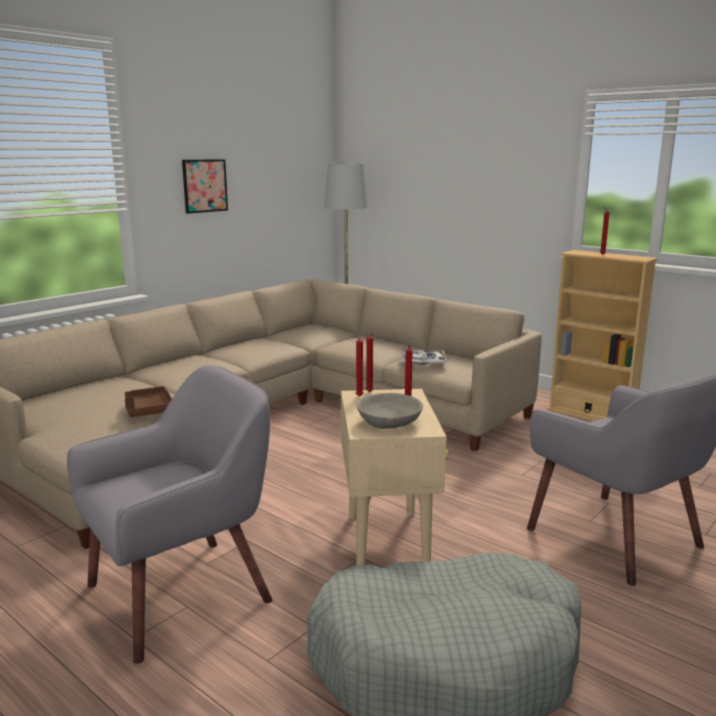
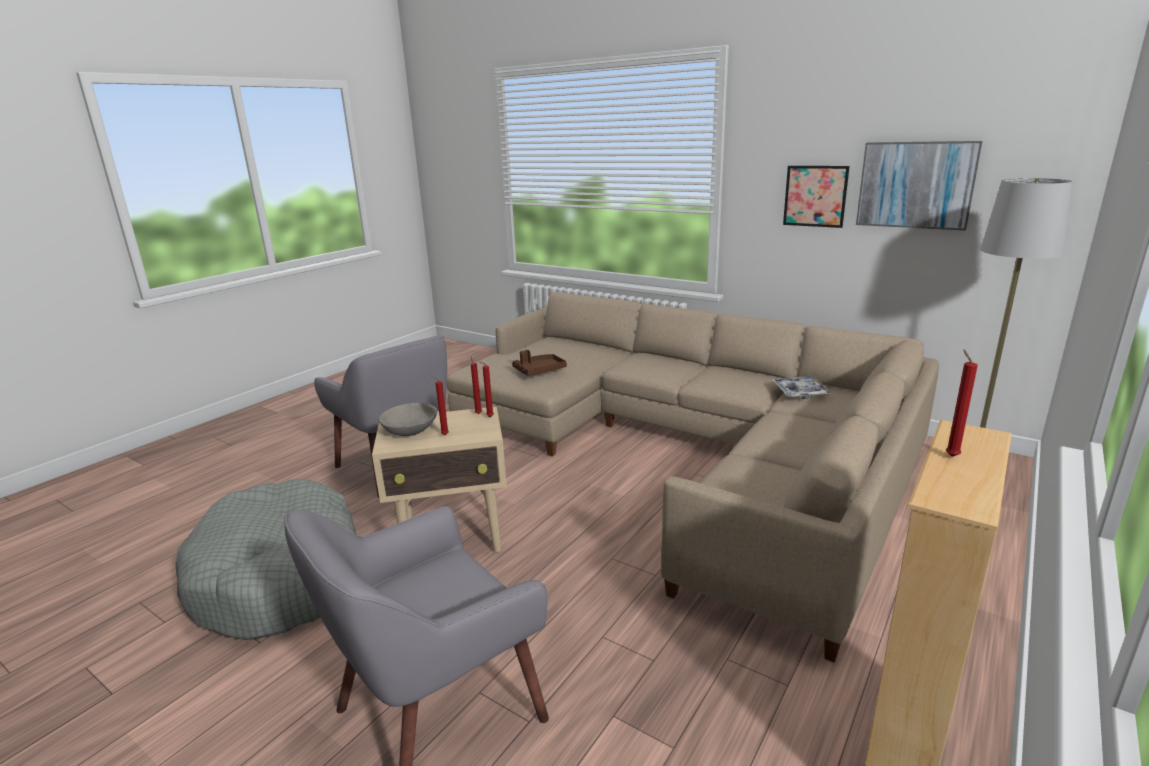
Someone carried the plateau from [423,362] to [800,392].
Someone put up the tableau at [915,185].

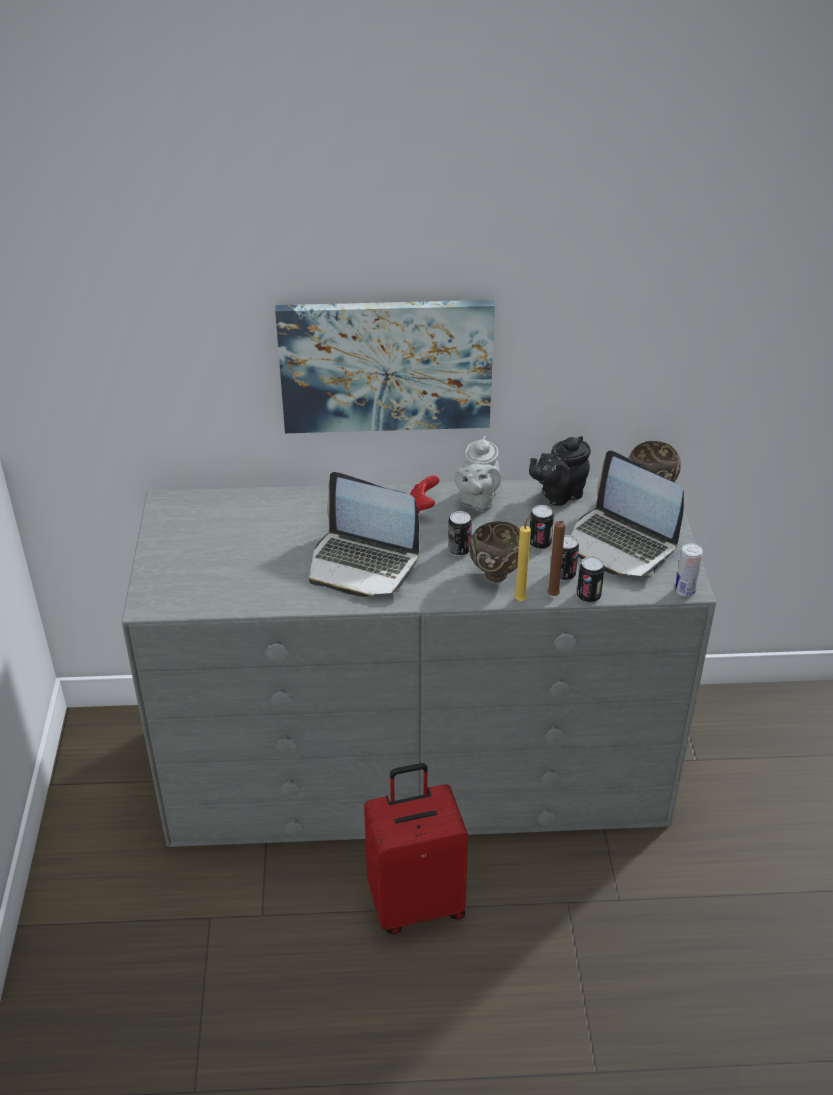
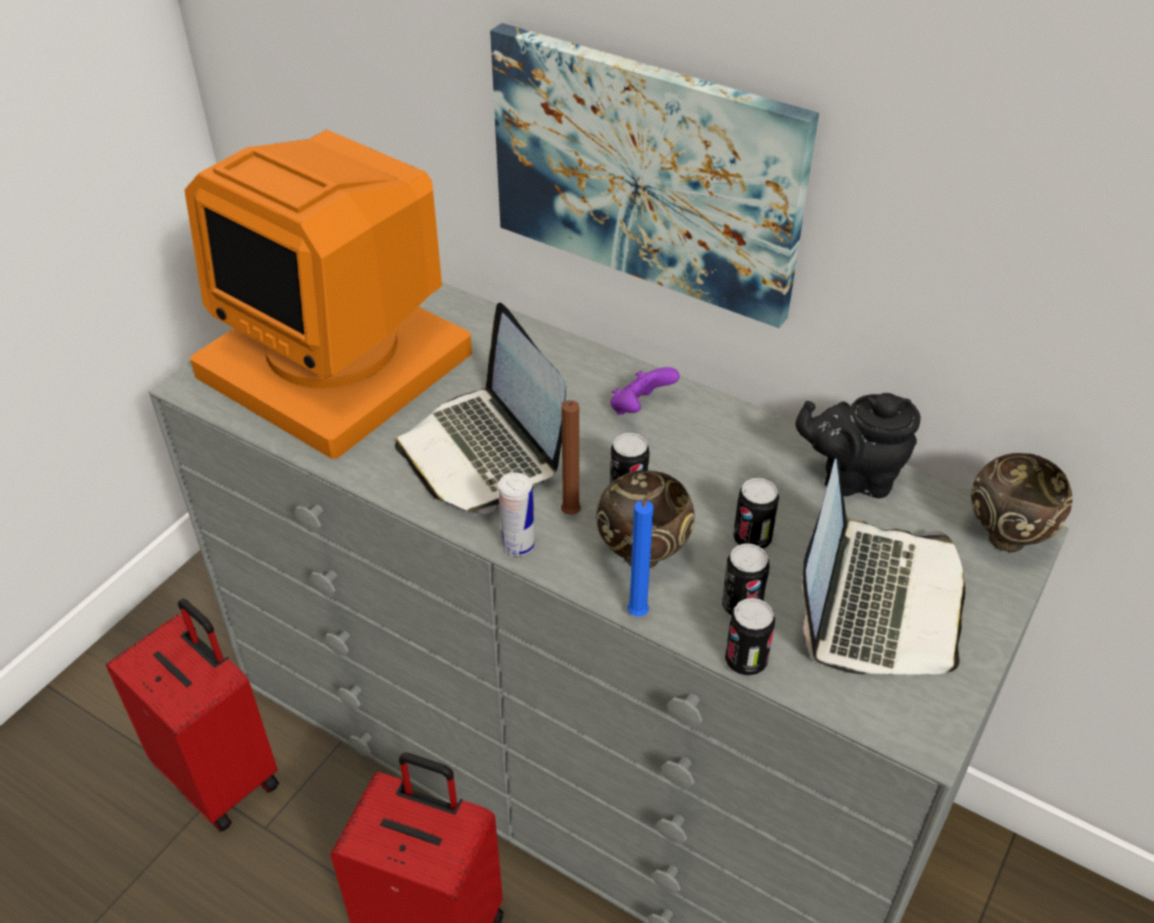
Someone put down the valise (rouge) at [221,775].
Someone put down the écran d'ordinateur at [340,361].
Someone carried the boîte métallique from [684,591] to [518,545].
Someone carried the bougie (marron) from [553,597] to [569,515].
Someone repainted the manette (rouge) at [422,507], which became the manette (violet) at [640,408].
Someone repainted the bougie (jaune) at [521,599], which became the bougie (bleu) at [641,612].
Someone rotated the ordinateur portable at [620,544] by 150 degrees counterclockwise.
Someone took away the théière (gris) at [477,501].

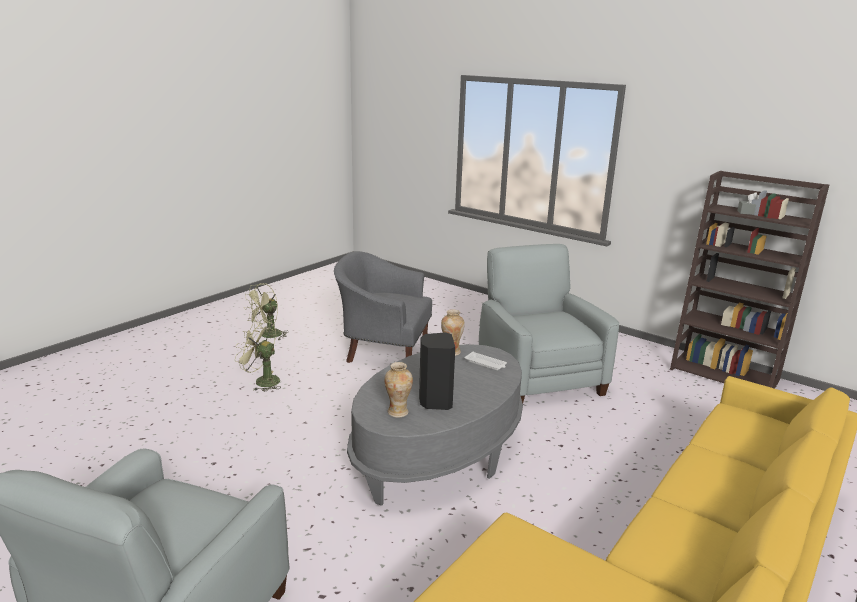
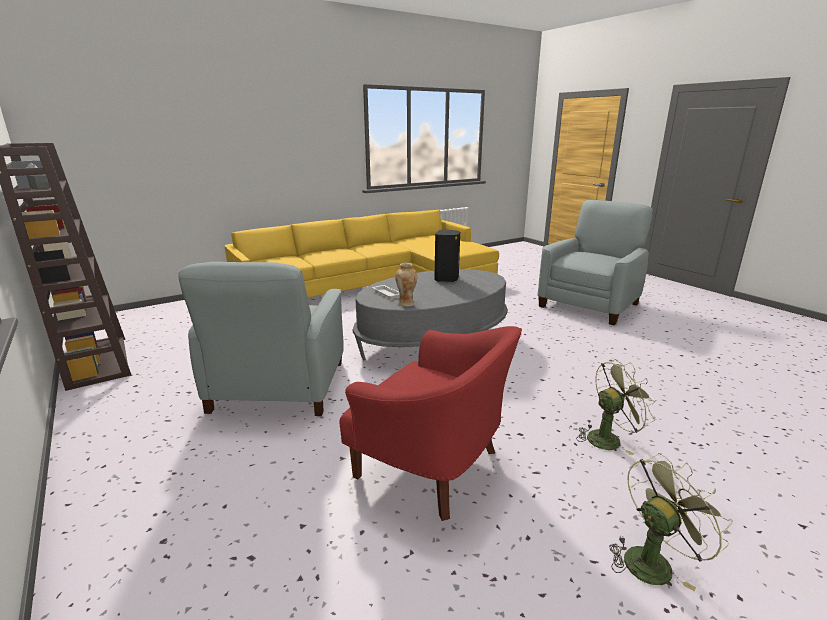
Someone repainted the fauteuil (gris) at [383,350], which became the fauteuil (rouge) at [433,467].
Someone rotated the ventilateur (vert) at [262,381] by 60 degrees counterclockwise.
Someone took away the vase at [398,412].

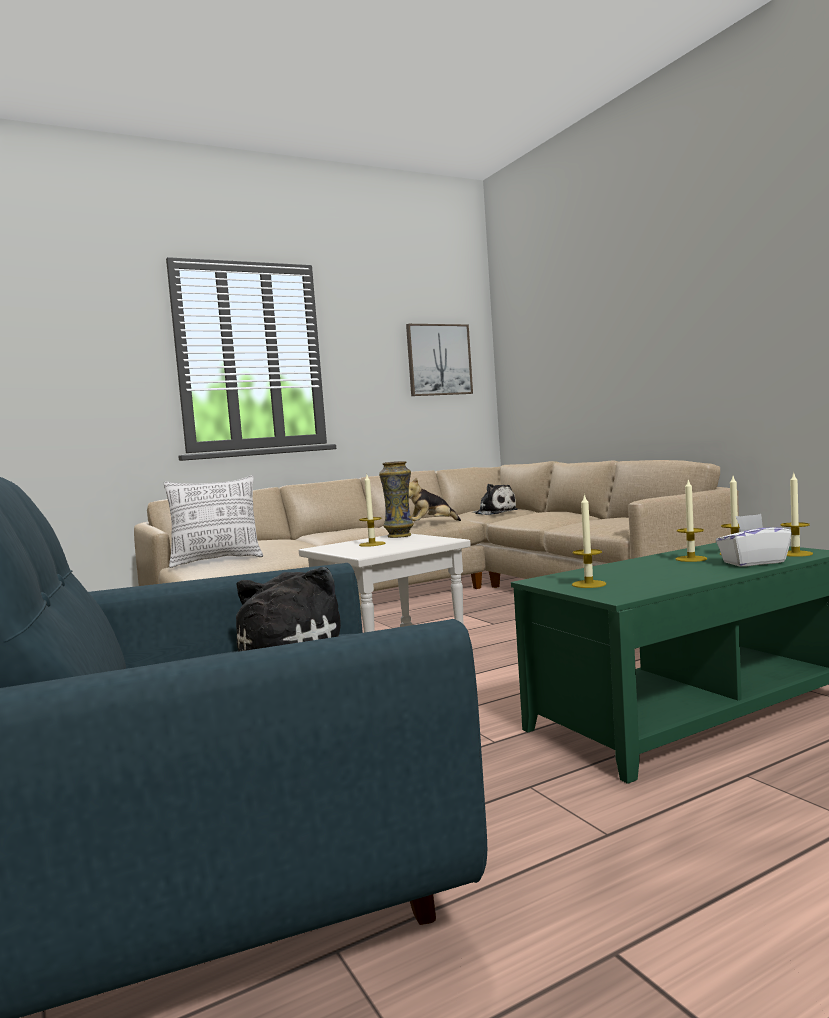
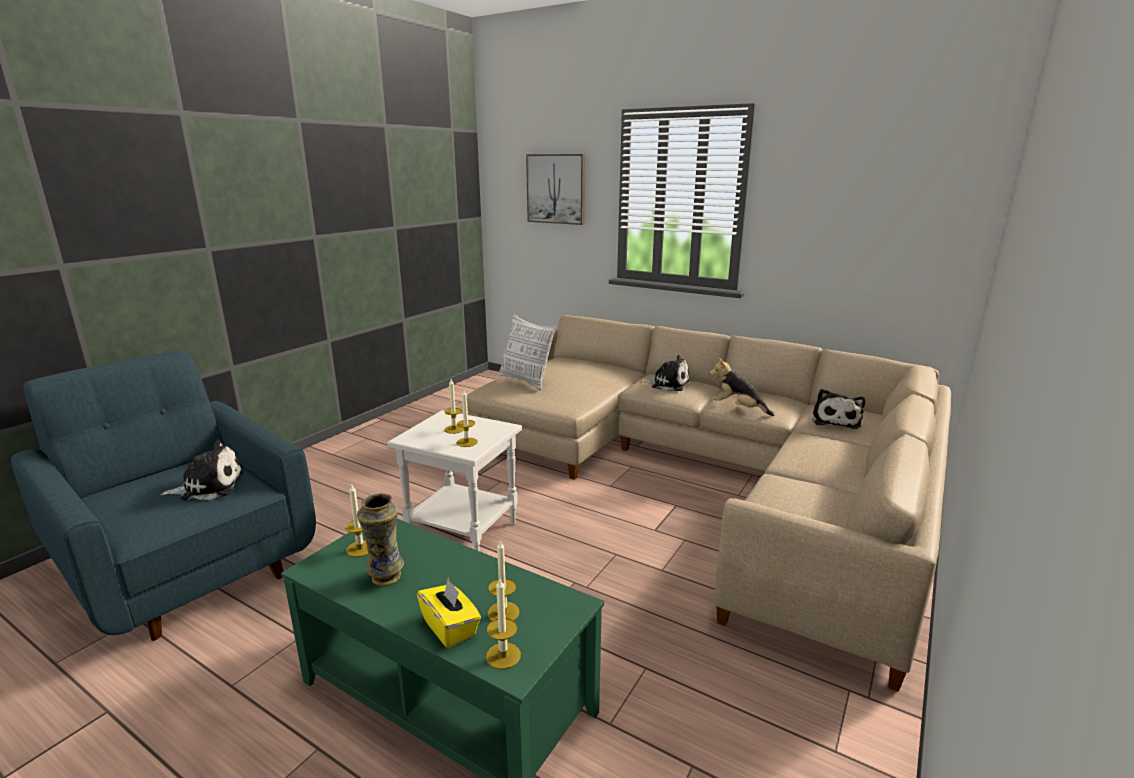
Someone carried the vase from [399,536] to [385,577].
Someone repainted the boîte à mouchoirs (blanc) at [753,562], which became the boîte à mouchoirs (jaune) at [450,628].
Someone carried the bougie from [691,559] to [467,442].
Someone carried the tableau from [439,360] to [556,189].
Someone put down the peluche at [667,384].

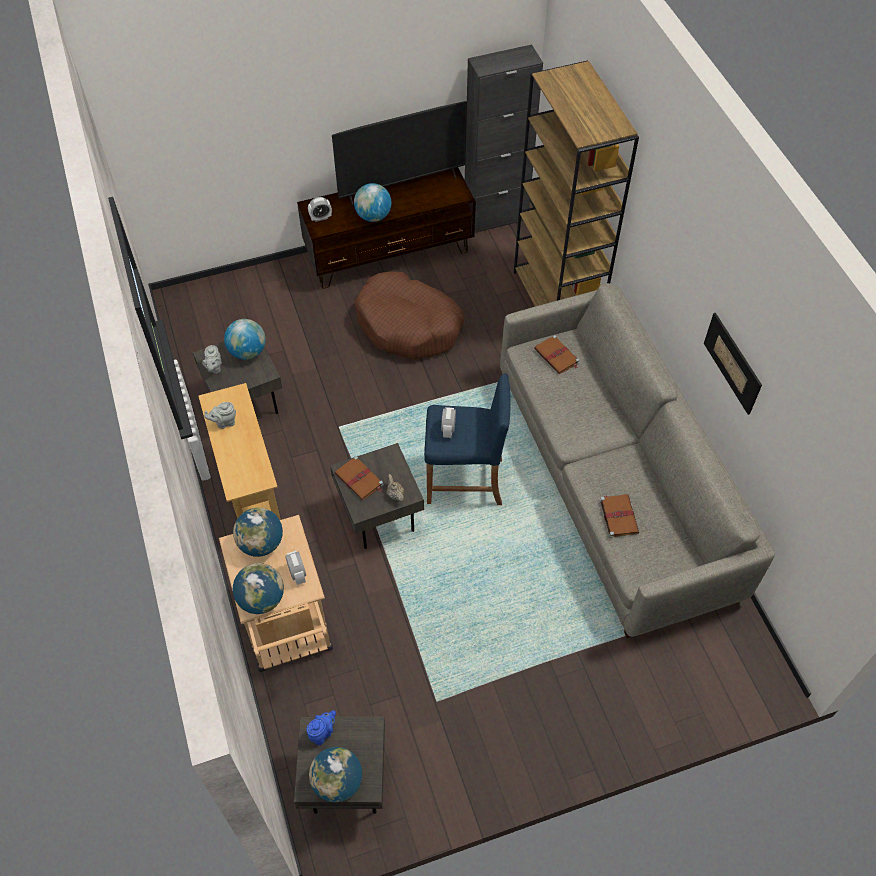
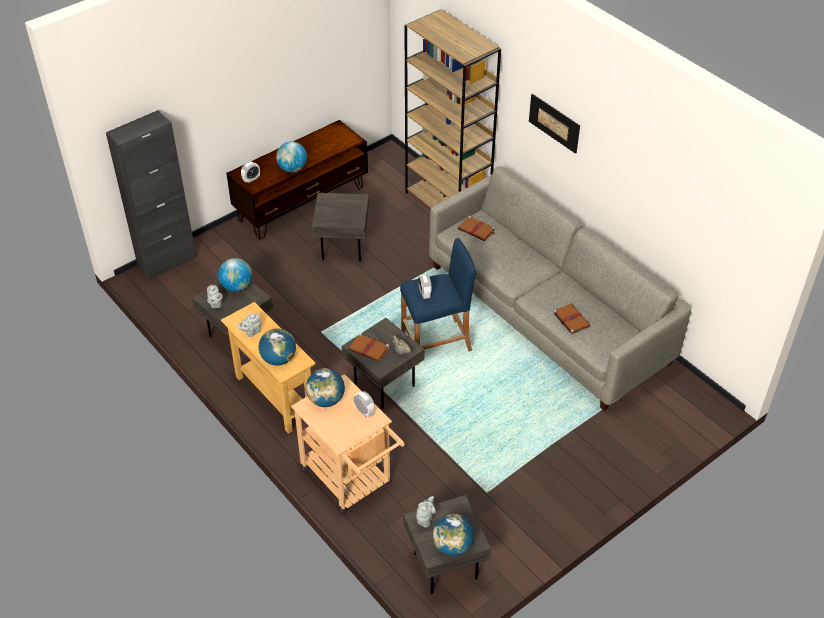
Someone carried the meuble de rangement (noir) from [495,218] to [167,262].
Someone carried the globe from [261,599] to [278,359].
Someone swapped the panier pour chien (marron) at [408,325] for the table d'appoint (gris) at [341,248].
Someone repainted the théière (bleu) at [322,732], which became the théière (gris) at [425,518].
Someone carried the tableau from [732,363] to [554,123].
Someone took away the téléviseur at [402,186].

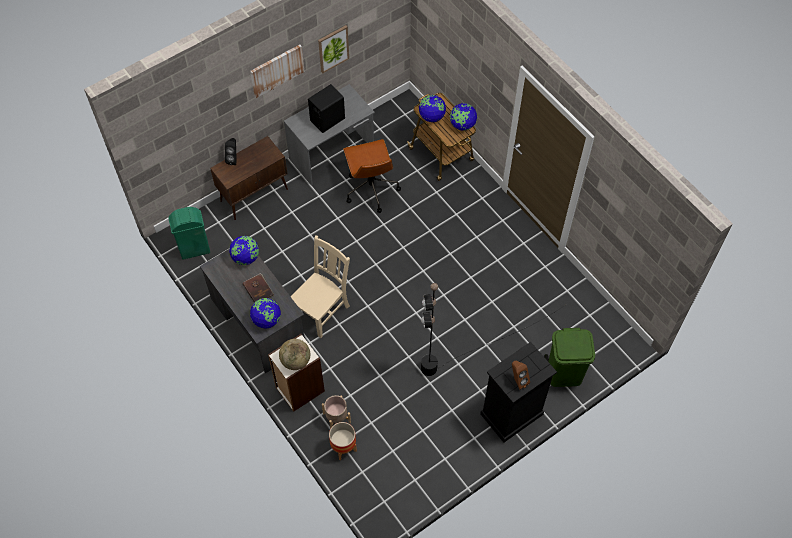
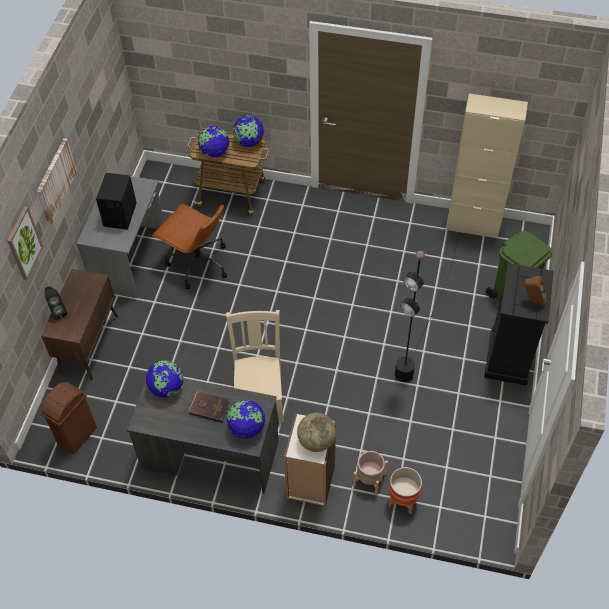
Someone carried the tableau from [333,48] to [24,243].
Someone repainted the poubelle (vert) at [194,249], which became the poubelle (marron) at [77,436].
Someone put down the meuble de rangement (beige) at [473,225].

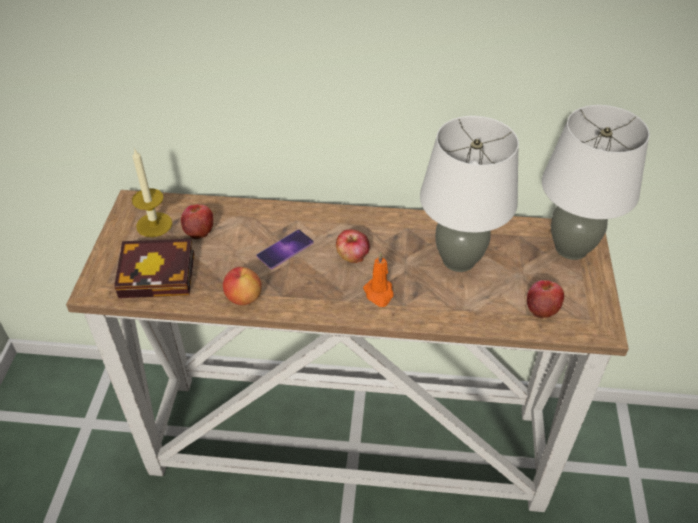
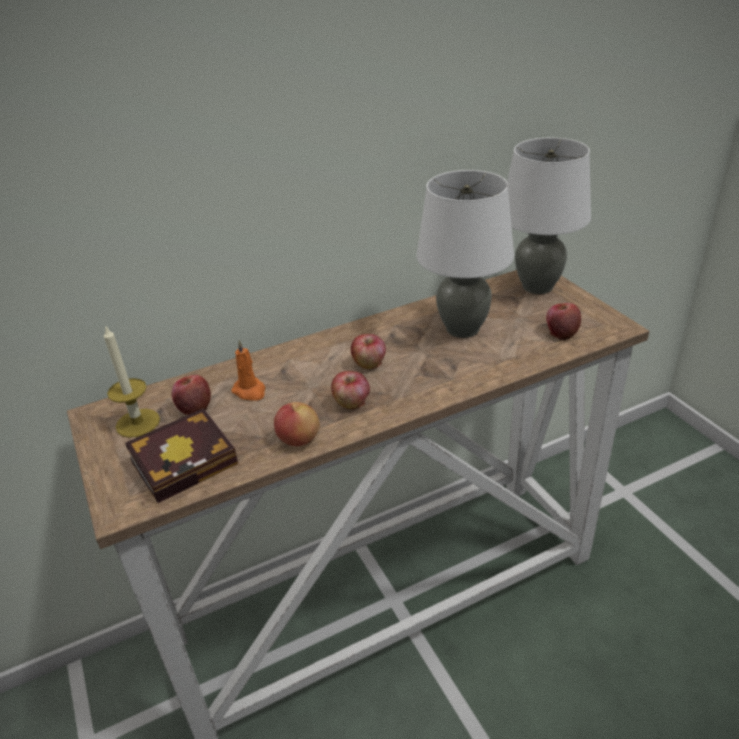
Someone carried the bougie (orange) from [379,294] to [250,391].
Someone put down the pomme at [351,402].
Someone took away the téléphone at [285,249].

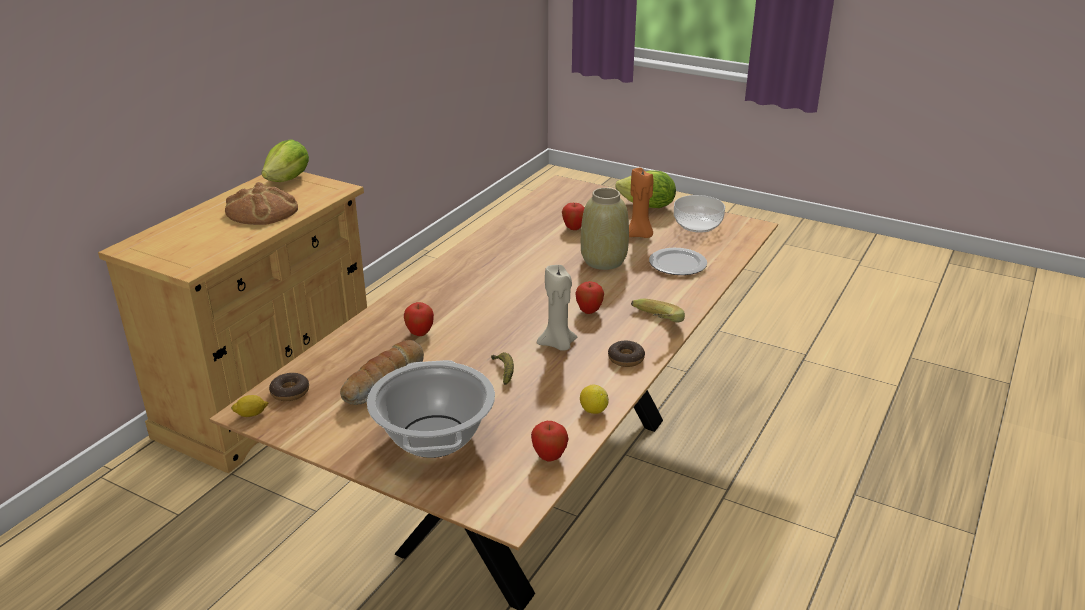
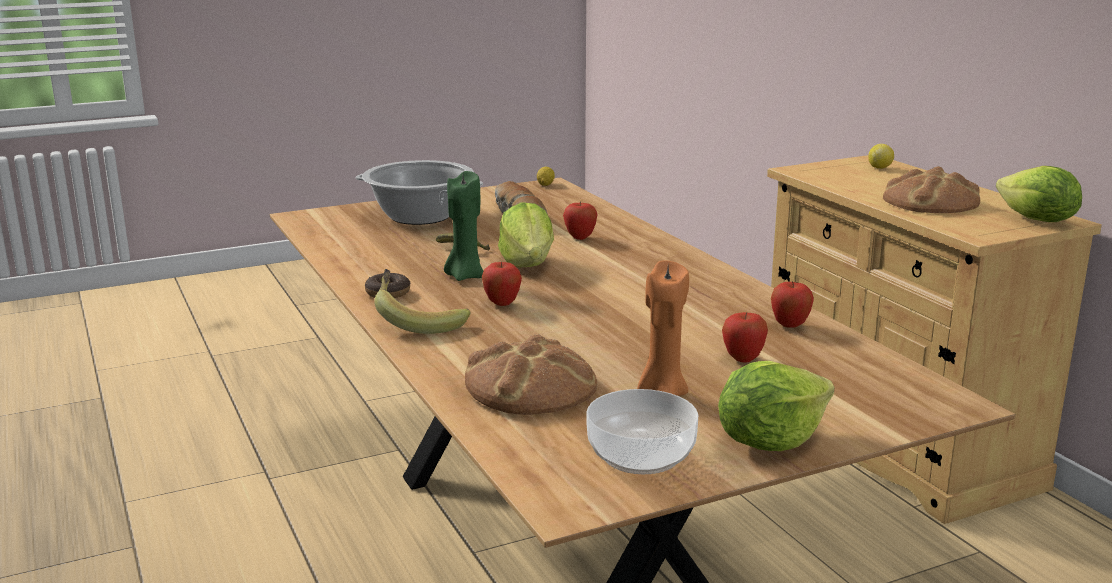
Someone repainted the bougie (beige) at [558,344], which became the bougie (vert) at [465,276].
Someone swapped the assiette at [678,264] for the pain at [530,386].
Someone put down the laitue at [528,263].
Someone carried the pomme from [549,457] to [789,326].
Someone carried the citron from [593,410] to [880,168].
Someone took away the beignet at [290,392].
Someone took away the vase (beige) at [604,261].

